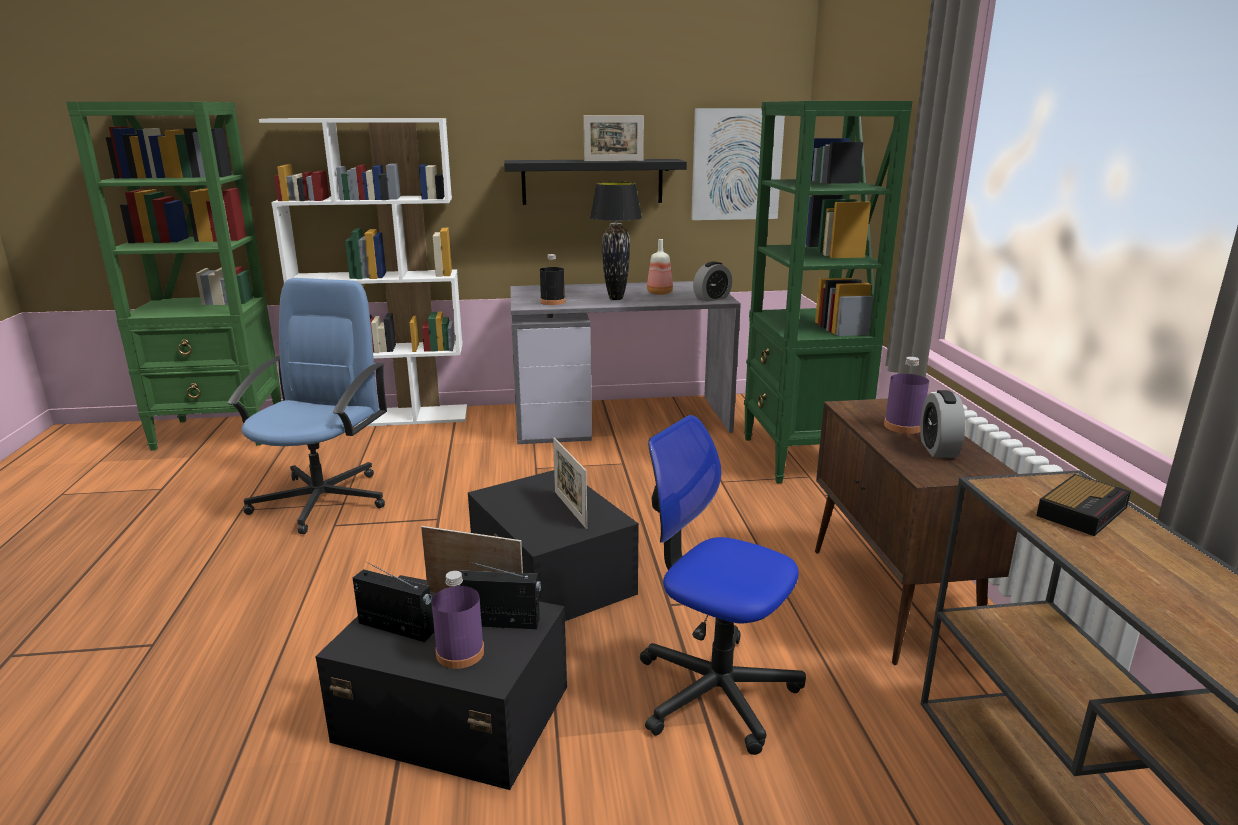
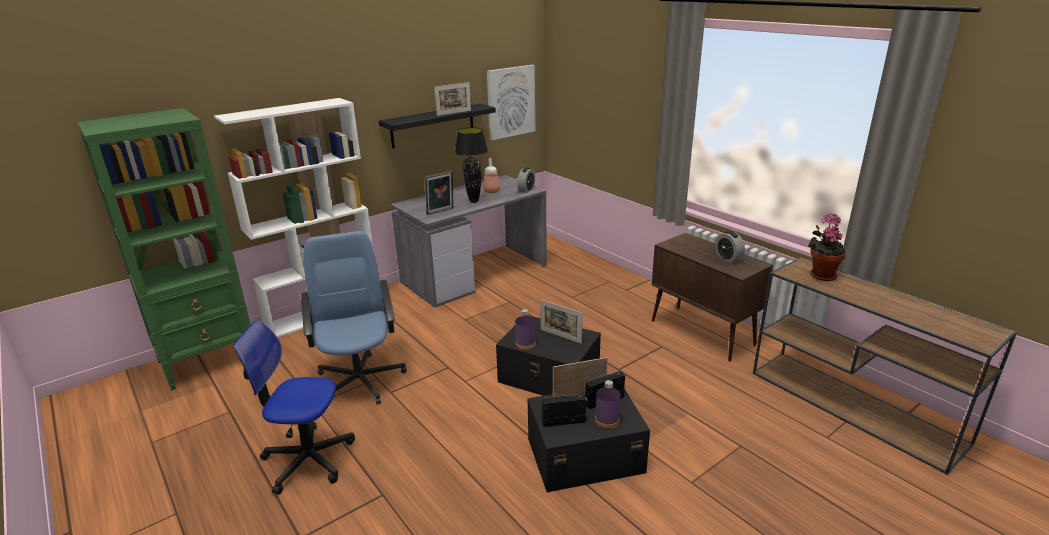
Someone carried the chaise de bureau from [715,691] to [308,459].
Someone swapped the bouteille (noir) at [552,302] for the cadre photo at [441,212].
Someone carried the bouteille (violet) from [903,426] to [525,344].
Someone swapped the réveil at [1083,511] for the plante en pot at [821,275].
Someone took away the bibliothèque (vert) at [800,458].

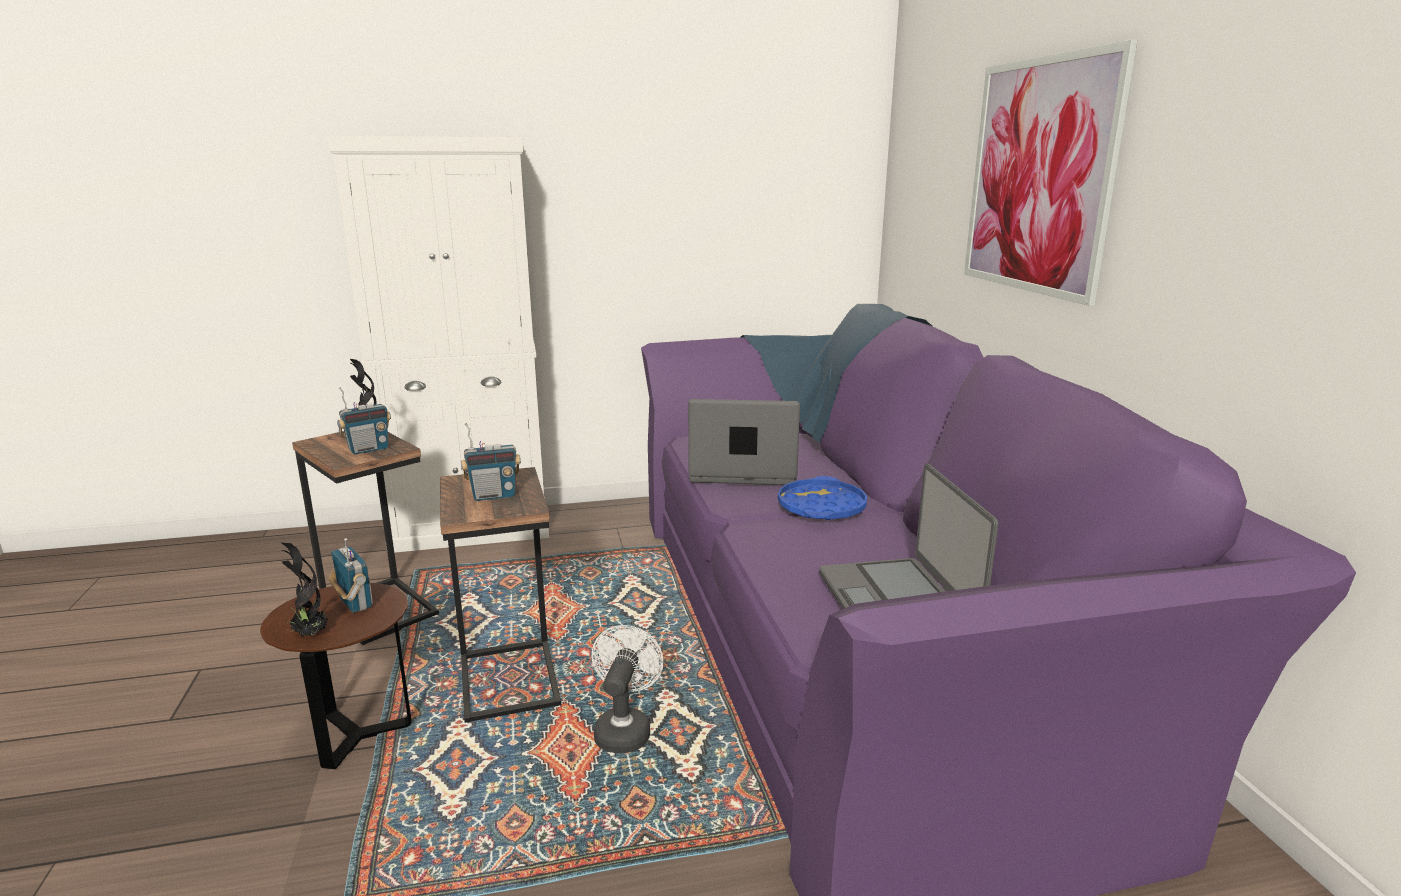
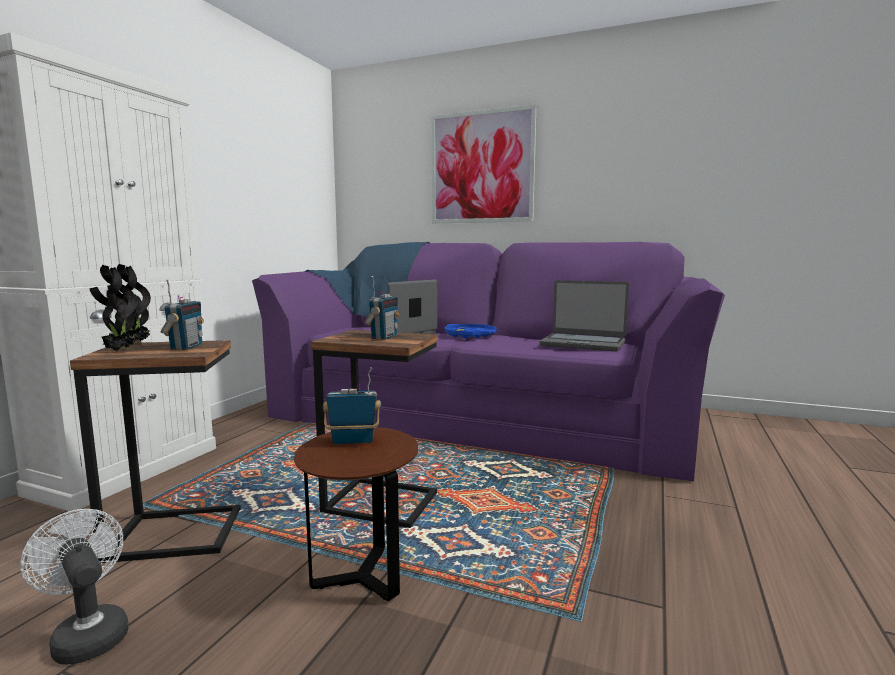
Someone carried the ventilateur (blanc) from [624,729] to [87,634].
Someone carried the plante en pot from [309,635] to [119,351].

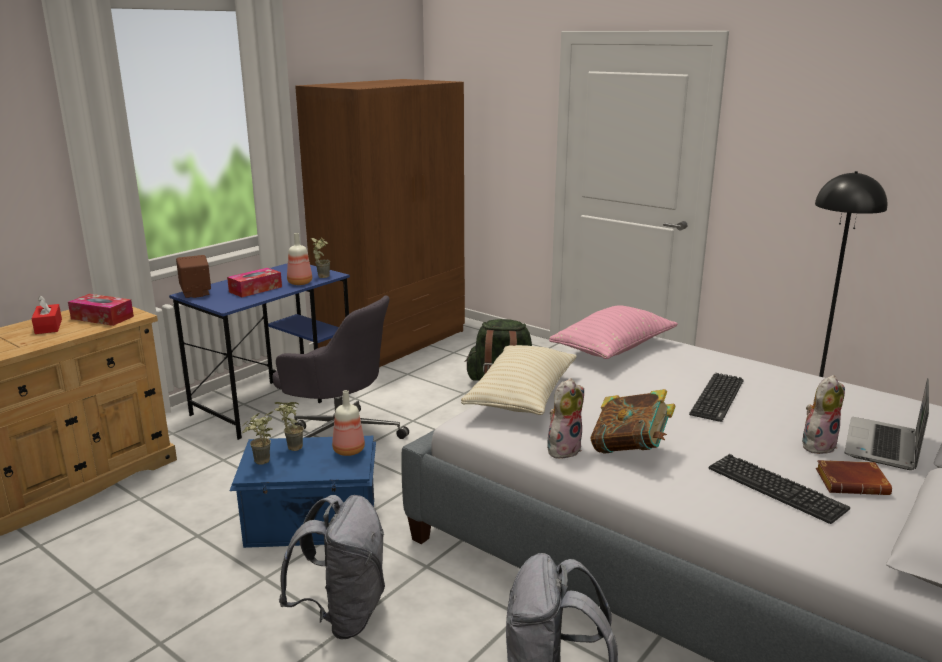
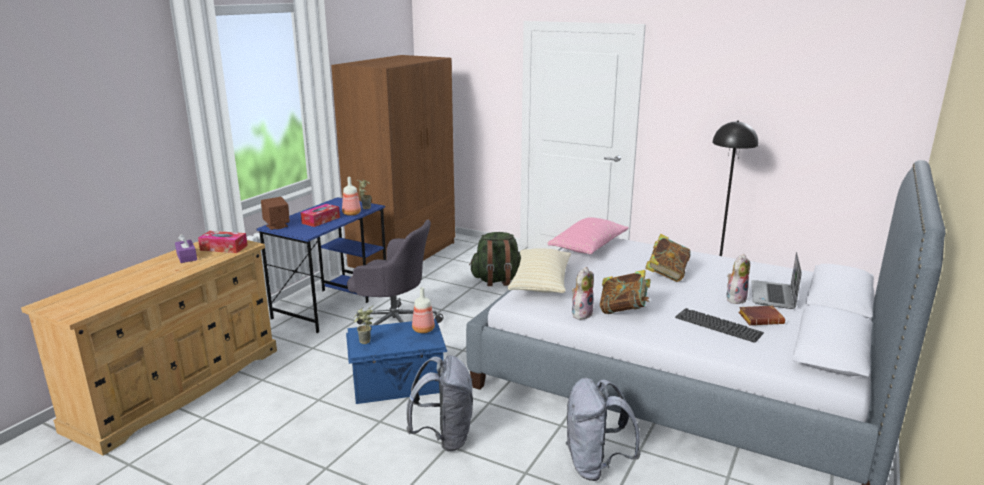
Someone repainted the boîte à mouchoirs (rouge) at [48,326], which became the boîte à mouchoirs (violet) at [187,257].
Someone swapped the clavier at [717,397] for the livre at [666,274].
Someone took away the plante en pot at [290,448].

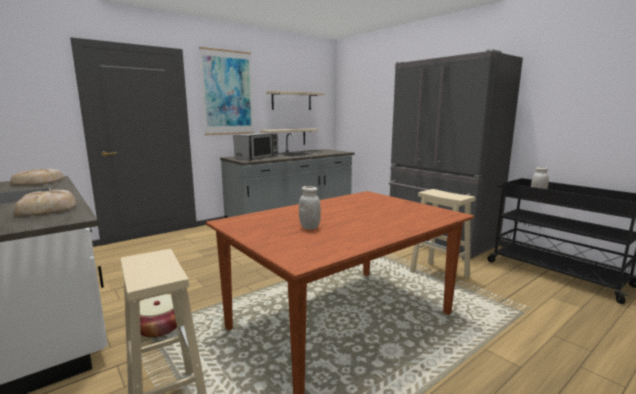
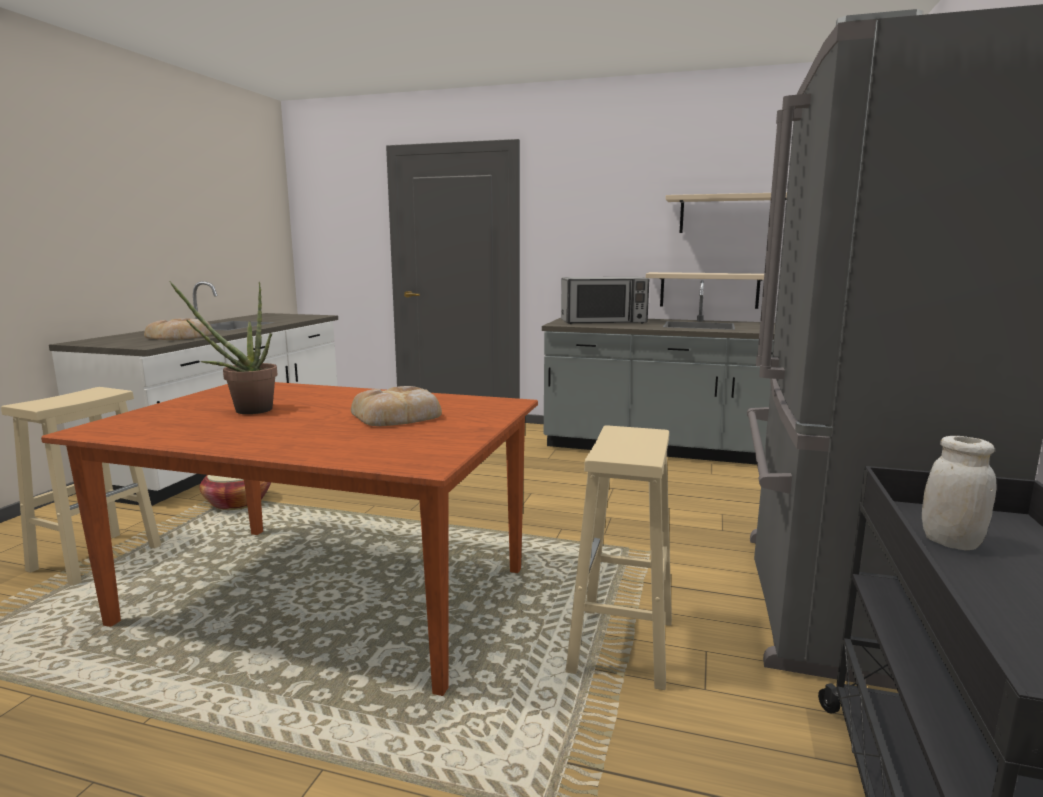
Someone swapped the bocal (blanc) at [309,227] for the plante en pot at [245,411].
Someone carried the pain from [39,181] to [398,416].
Someone took away the tableau at [228,93].

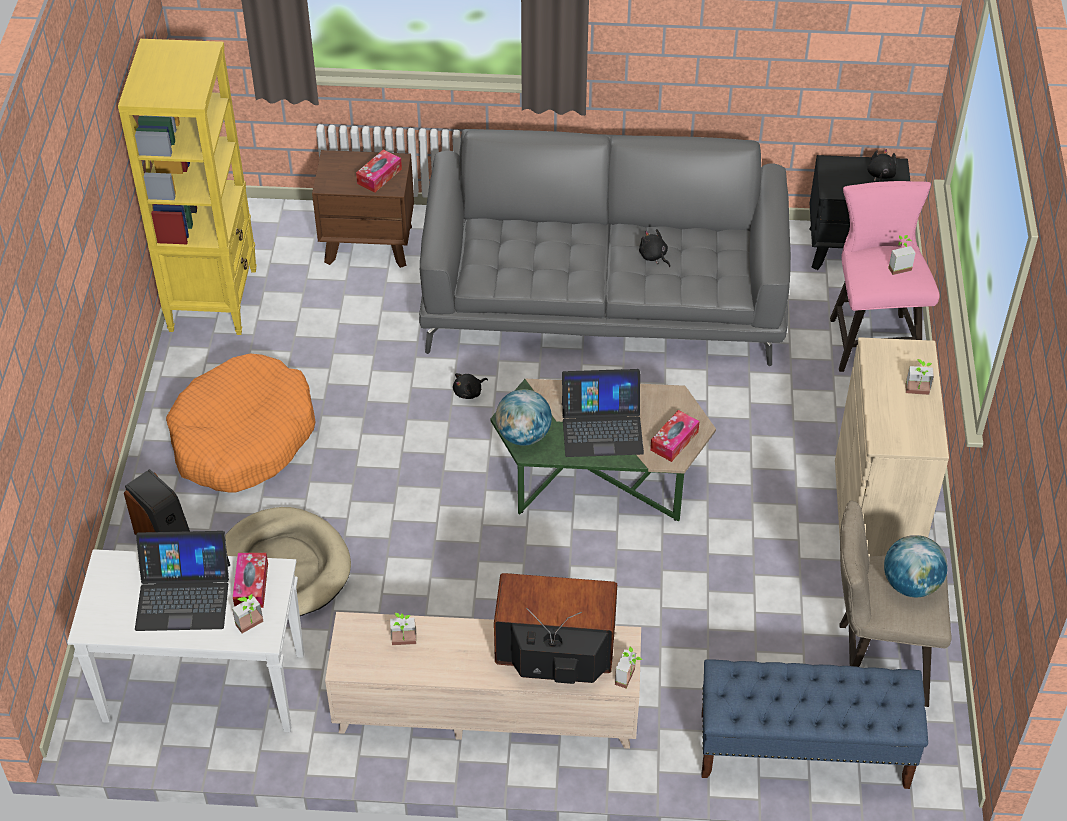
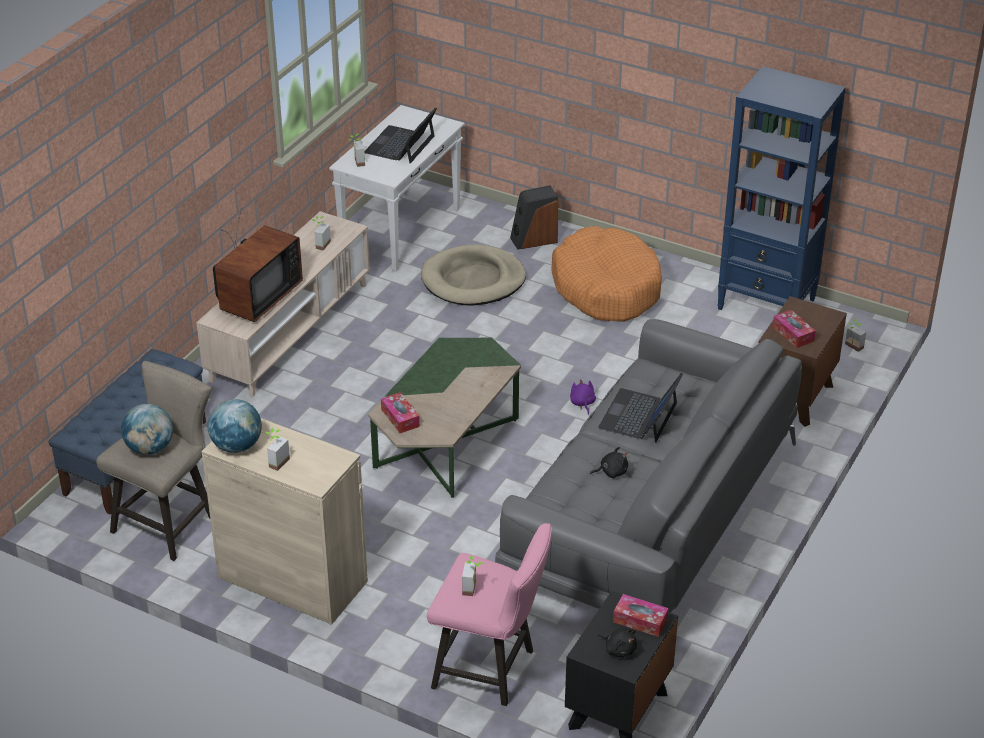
Someone carried the globe from [523,435] to [237,446].
Someone repainted the peluche (noir) at [469,392], which became the peluche (violet) at [582,403].
Someone carried the ordinateur portable from [602,427] to [639,416].
Someone carried the boîte à mouchoirs from [251,585] to [640,621].
Someone repainted the bibliothèque (jaune) at [213,299], which became the bibliothèque (bleu) at [767,304].
Someone carried the plante en pot from [629,678] to [852,347].

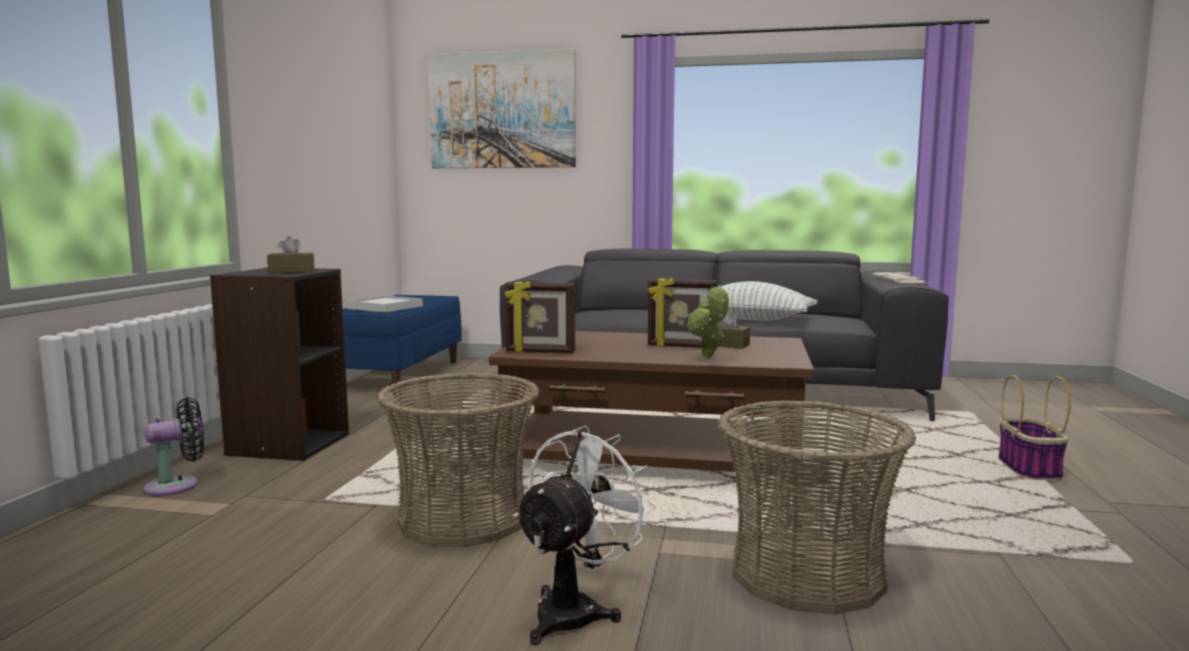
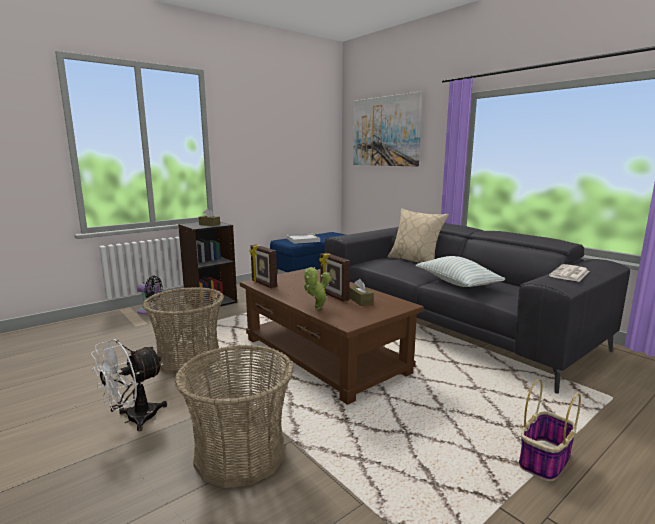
Someone rotated the ventilateur (blanc) at [576,610] by 150 degrees clockwise.
Someone put down the coussin (beige) at [415,261].

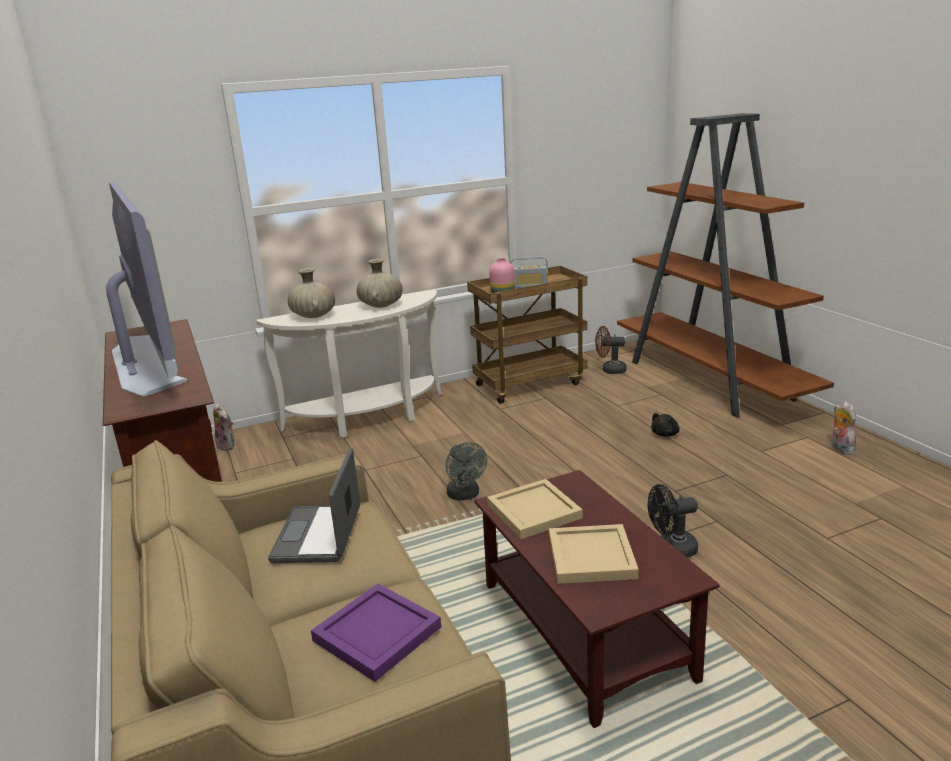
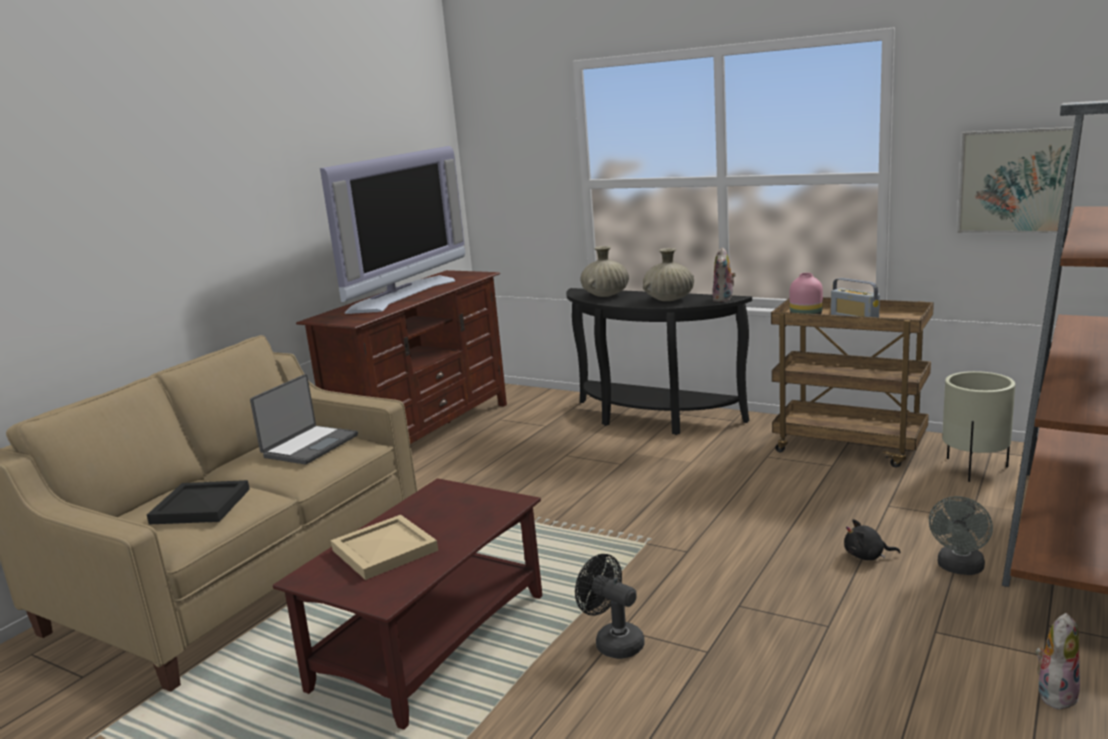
Someone repainted the plateau (violet) at [375,634], which became the plateau (noir) at [200,505].
Someone rotated the ordinateur portable at [319,535] by 150 degrees clockwise.
Someone repainted the table console (blanc) at [369,419], which became the table console (noir) at [651,419].
Someone carried the peluche from [228,446] to [724,299].
Someone carried the ventilateur (gris) from [465,495] to [959,568].
Someone swapped the ventilateur (marron) at [609,370] for the cache-pot (beige) at [974,469].
Someone put up the tableau at [1015,181].
Someone took away the plateau (beige) at [534,510].

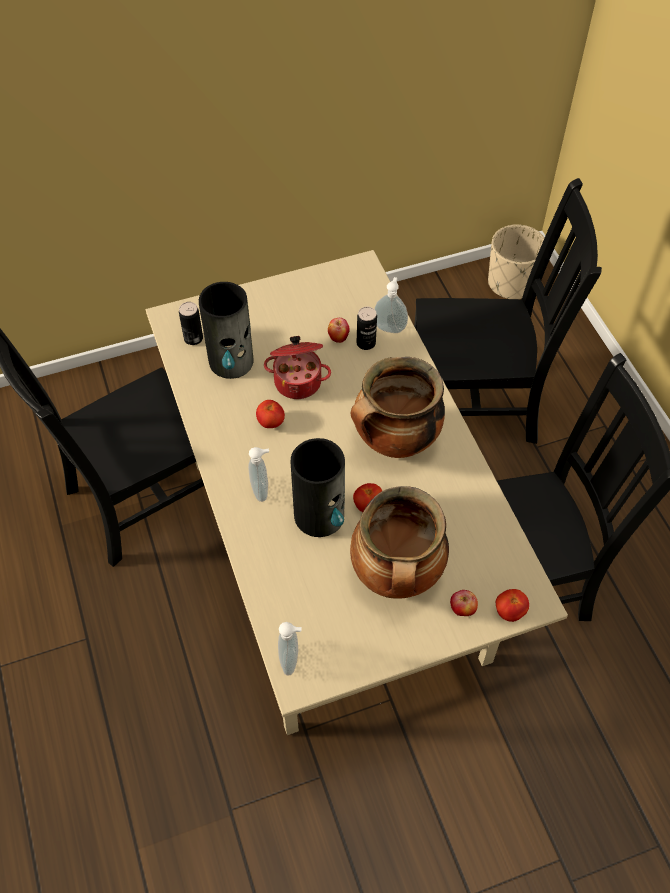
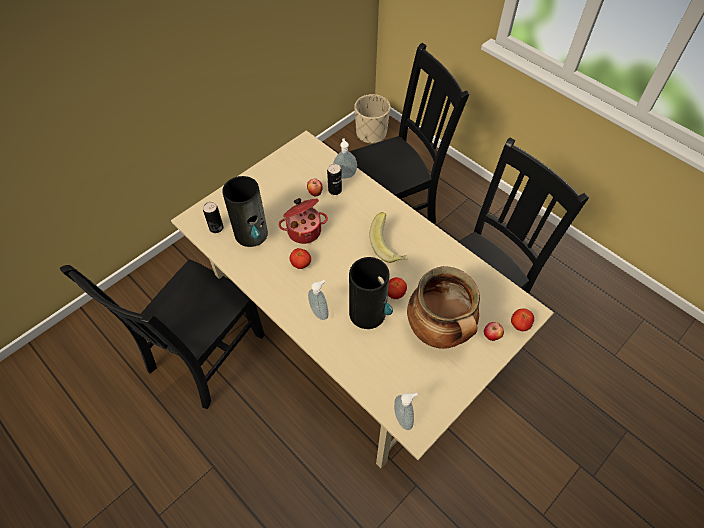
Someone swapped the marmite at [395,443] for the banane at [389,247].

